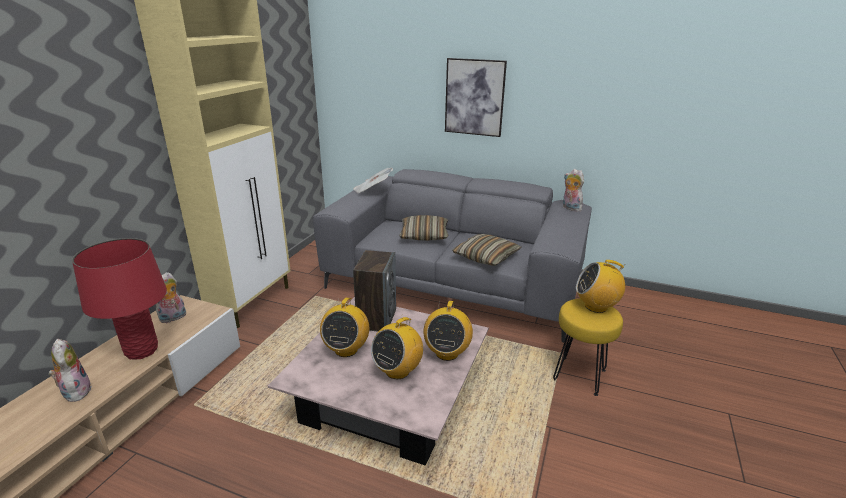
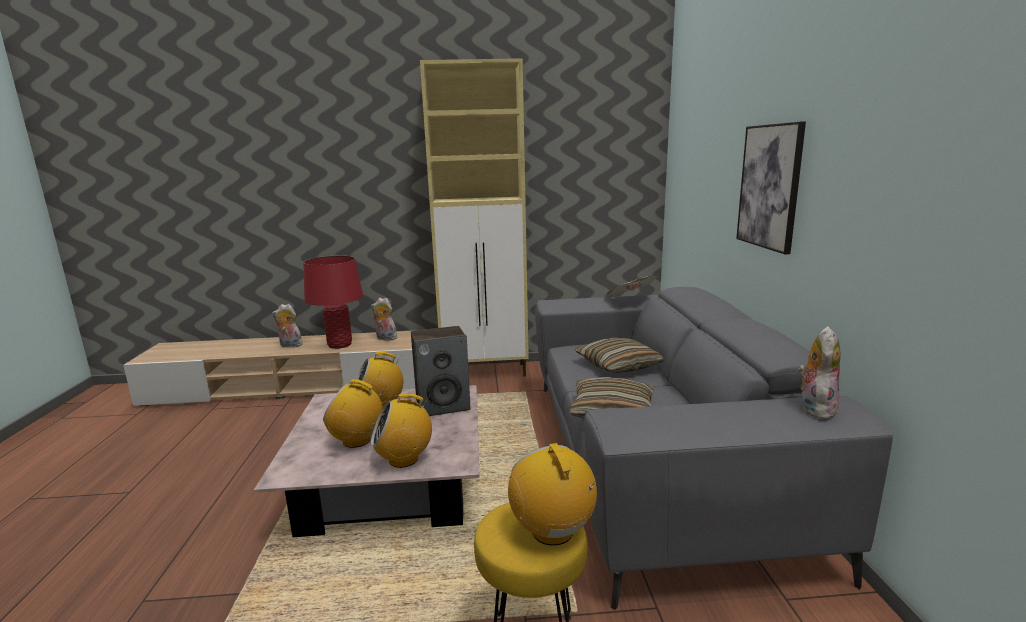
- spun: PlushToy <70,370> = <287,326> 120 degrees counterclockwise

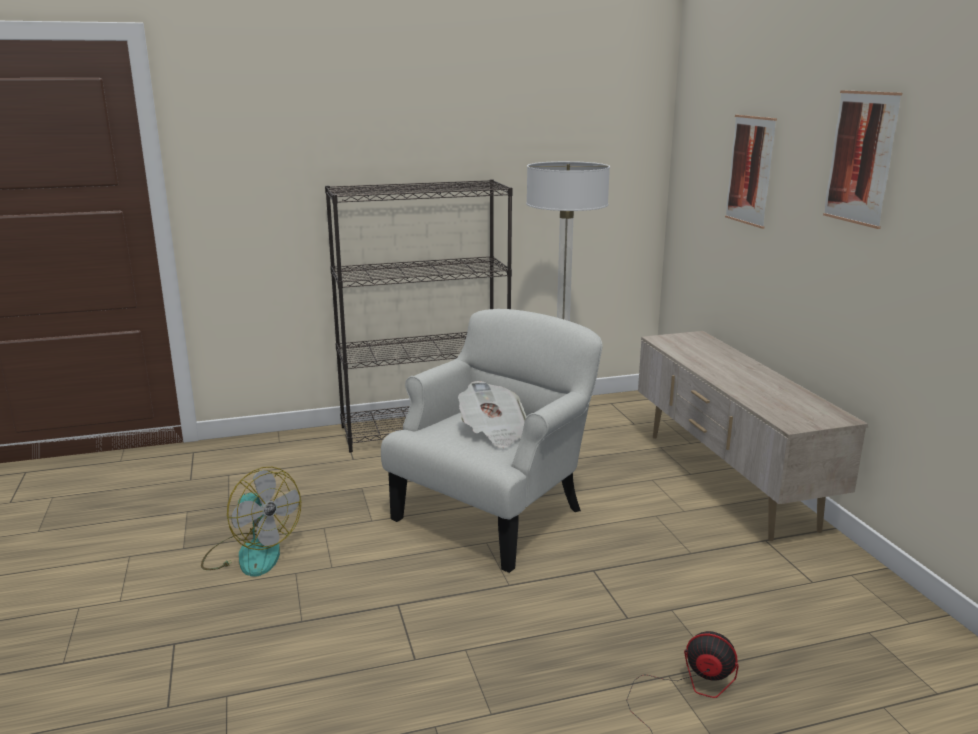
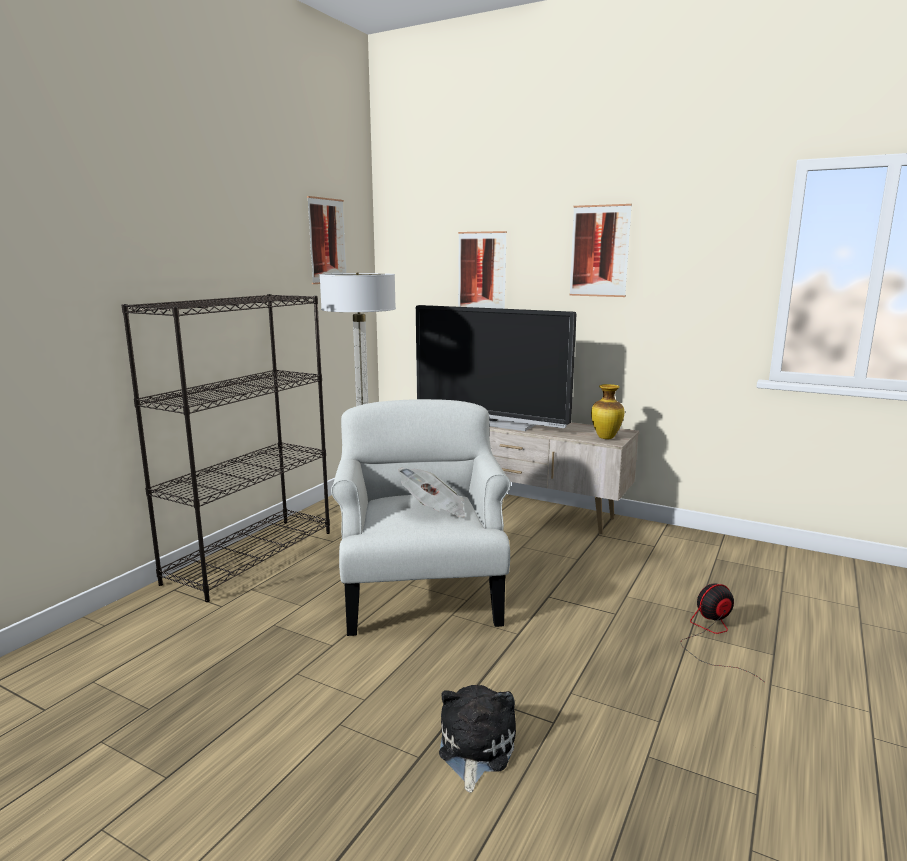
- appeared: Picture <326,240>
- appeared: Television <496,368>
- appeared: PlushToy <477,739>
- appeared: Vase <607,411>
- missing: Fan <251,522>

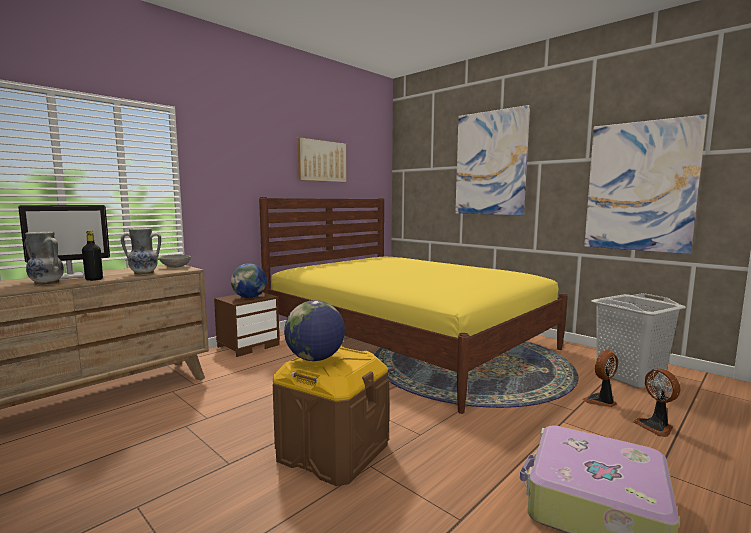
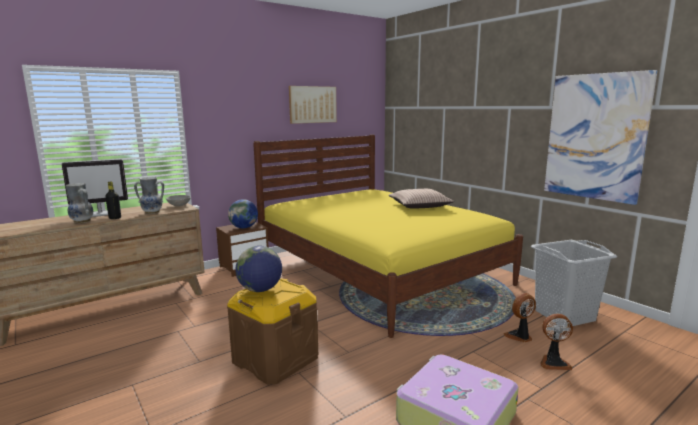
- appeared: Pillow <421,199>
- spun: Fan <656,402> = <557,342> 75 degrees counterclockwise
- missing: Picture <492,160>

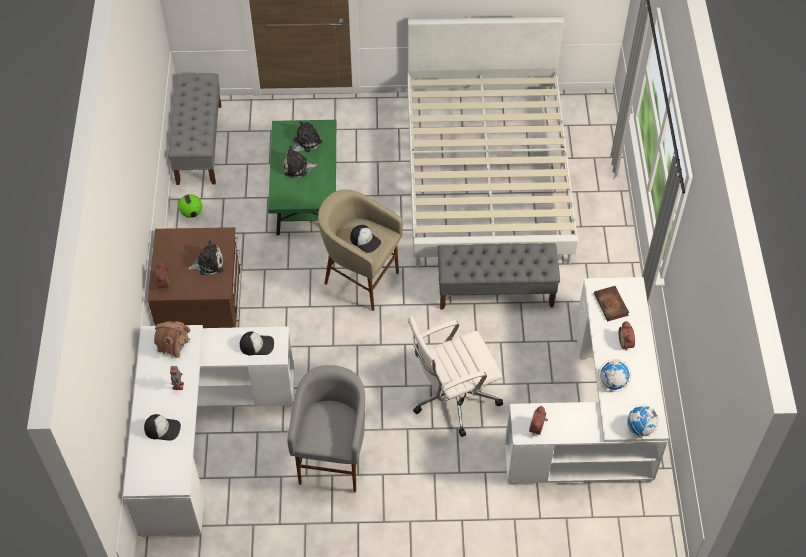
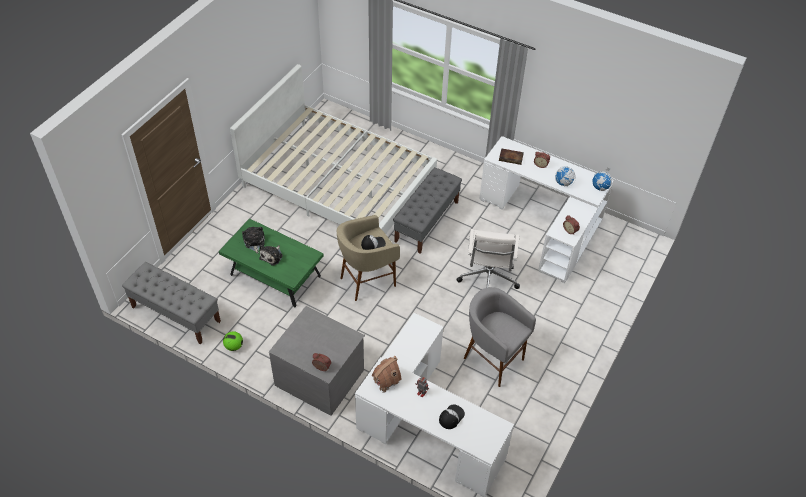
- colour: BrownDresser <195,277> to GreyDresser <317,361>
- missing: PlushToy <206,257>
- missing: Cap <257,344>

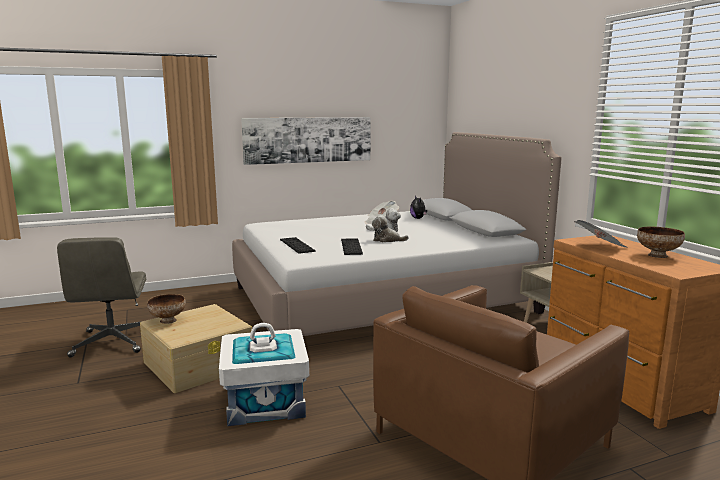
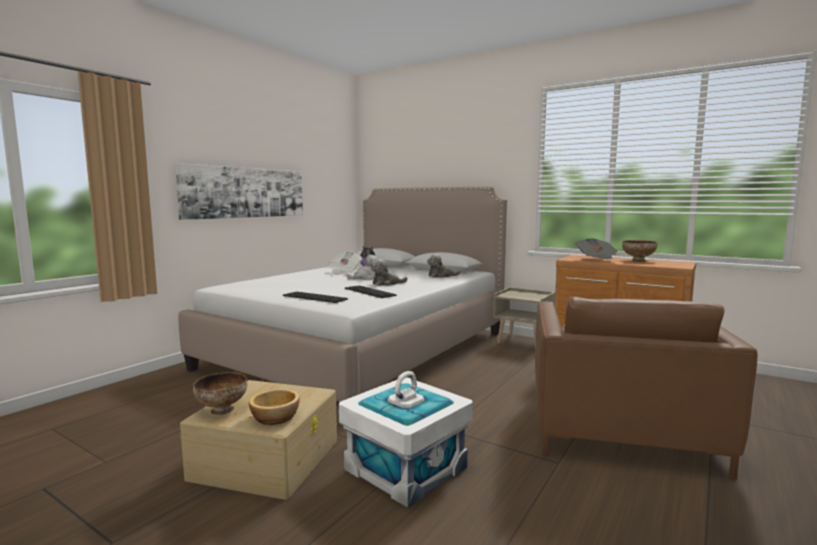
- appeared: Bowl <274,407>
- appeared: PlushToy <444,266>
- missing: GreyOfficeChair <101,297>

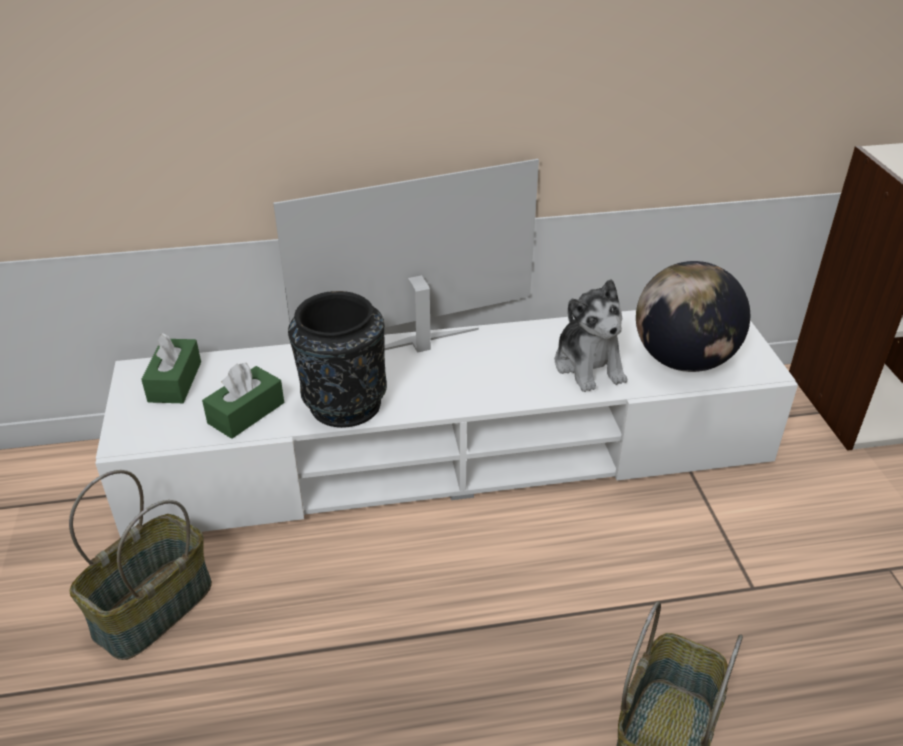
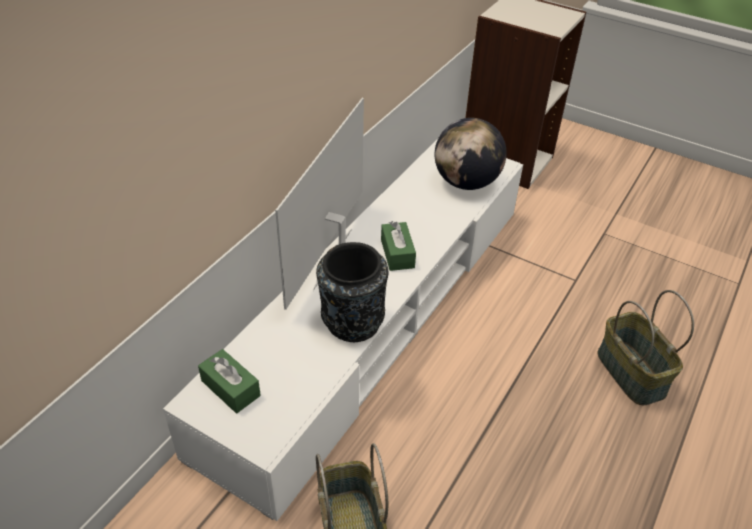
- relocated: GreenTissueBox <243,401> to <398,246>
- missing: PlushToy <591,335>

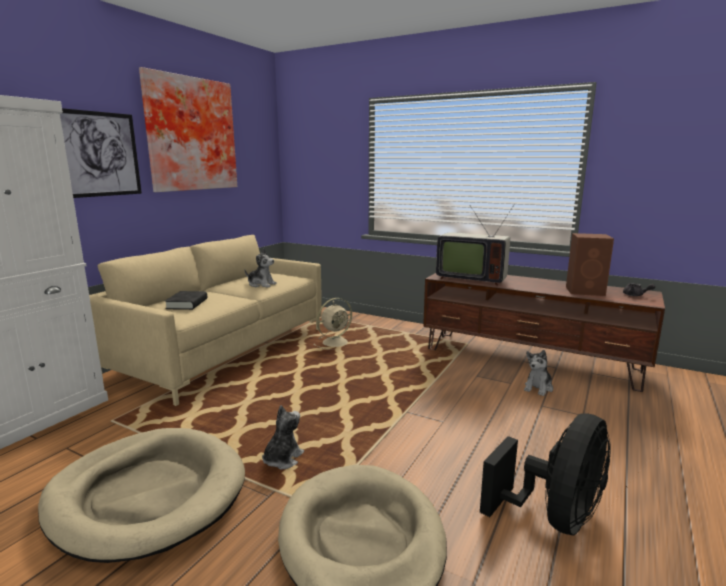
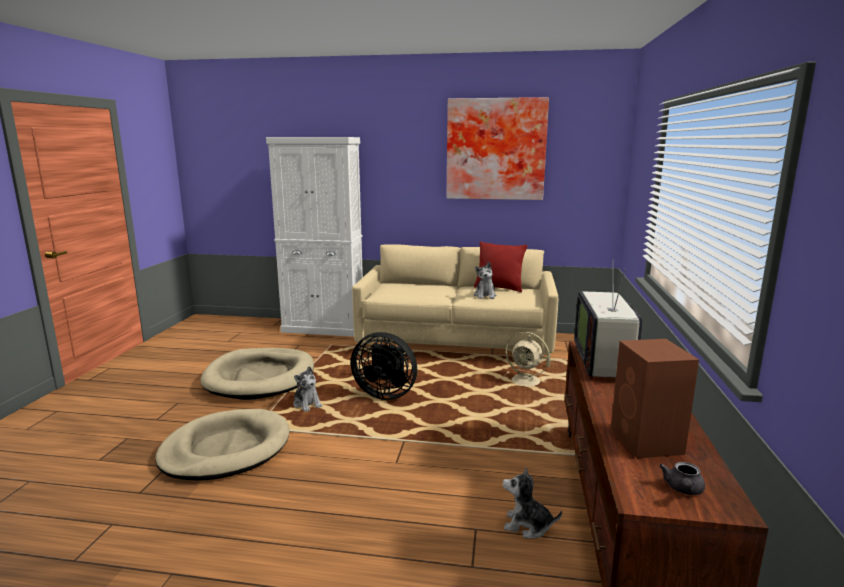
- spun: PlushToy <283,437> = <308,389> 45 degrees clockwise
- relocated: BlackFan <545,474> to <384,366>
- appeared: RedPillow <500,267>
- missing: Picture <101,153>
- missing: BlackBook <186,300>

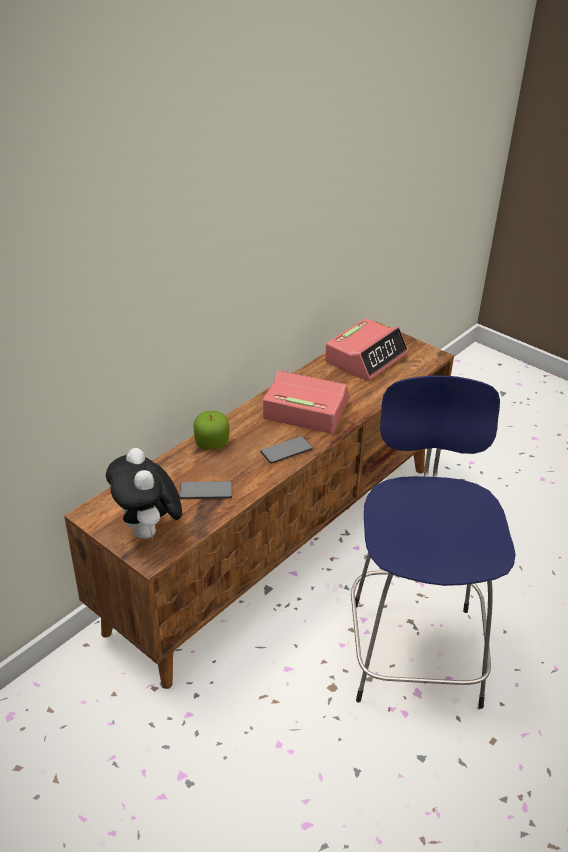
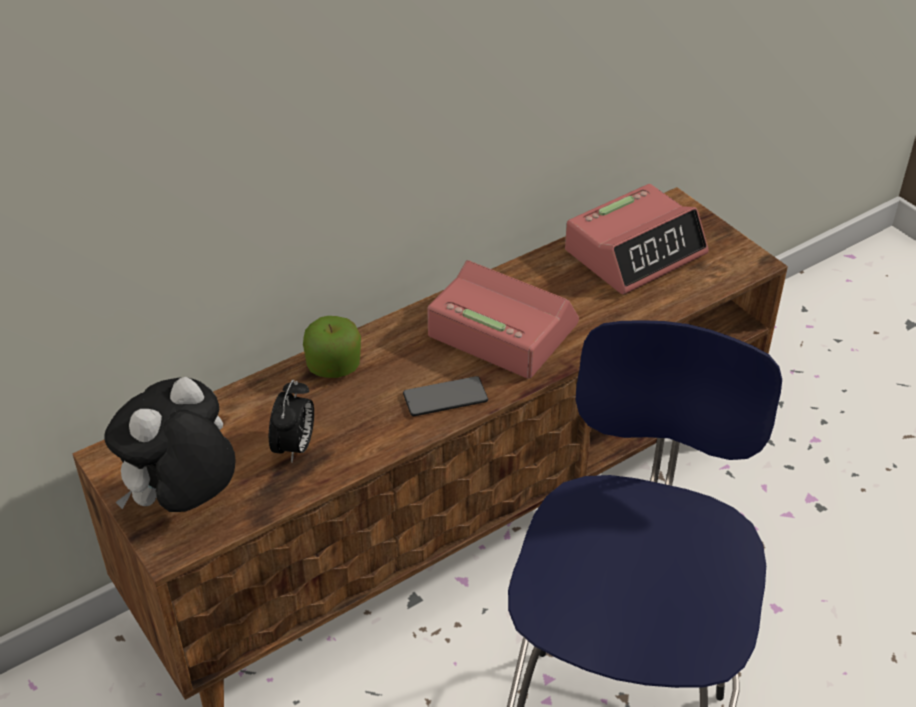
- spun: PlushToy <144,494> = <170,444> 45 degrees clockwise
- exchanged: Phone <205,490> to AlarmClock <291,421>

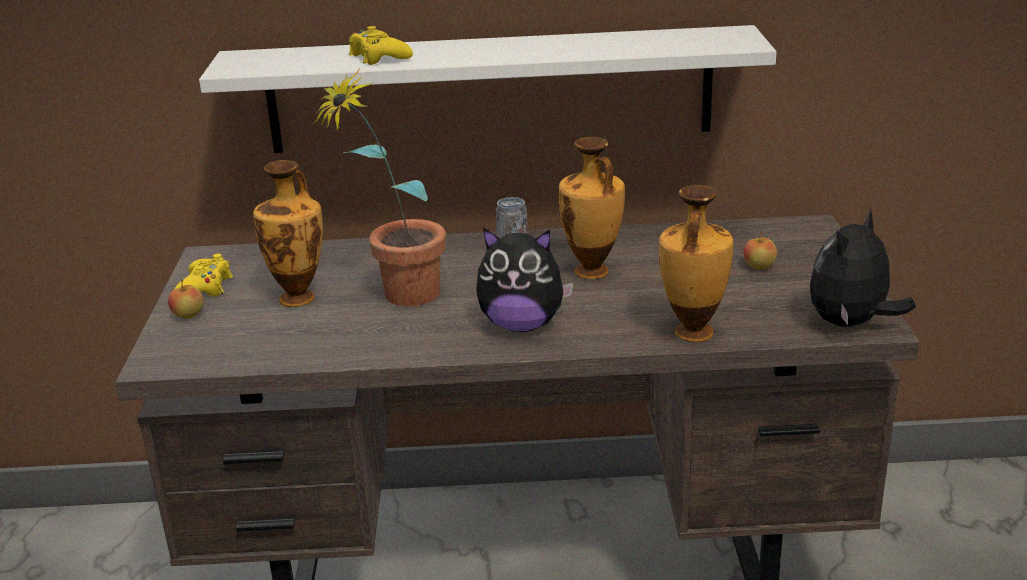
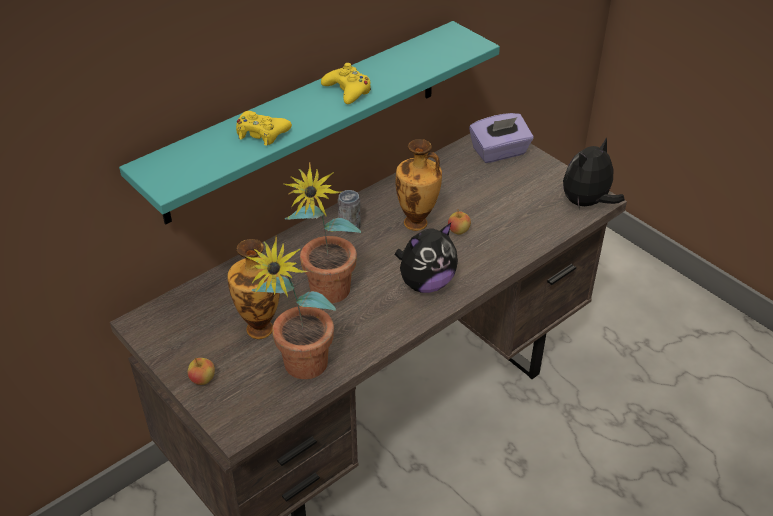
- colour: WhiteShelf <487,89> to TurquoiseShelf <309,122>
- appeared: PottedPlant <291,307>
- relocated: YellowGameController <204,275> to <346,83>
- relocated: Apple <760,251> to <459,222>
- appeared: PurpleTissueBox <501,138>
- spun: PlushToy <863,267> = <594,171> 45 degrees clockwise
- missing: Vase <696,263>

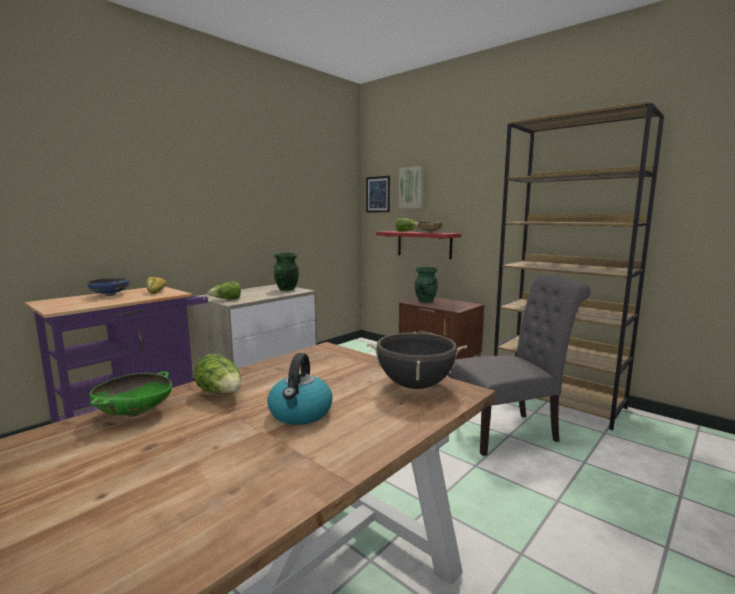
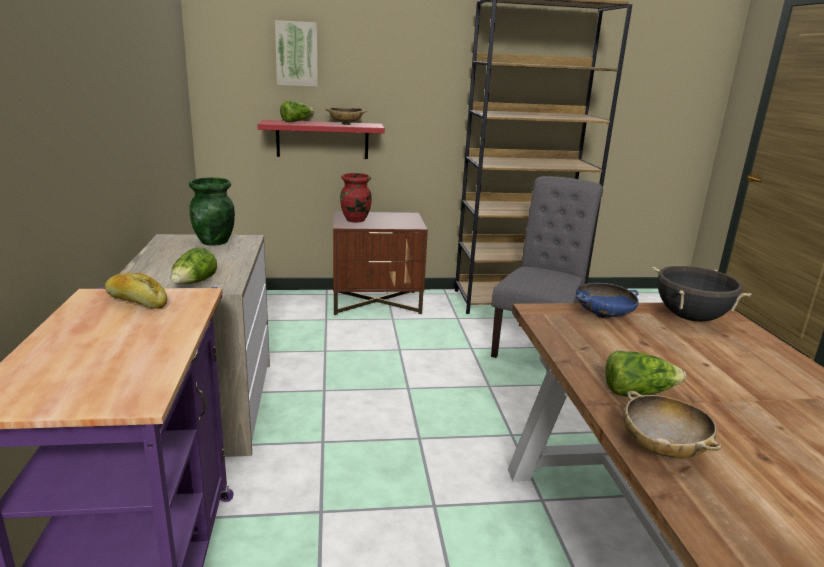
- colour: GreenVase <426,284> to RedVase <356,198>
- relocated: BlueBowl <108,287> to <607,300>
- colour: GreenBowl <131,394> to BeigeBowl <672,424>
- missing: Kettle <300,389>
- missing: Picture <378,194>

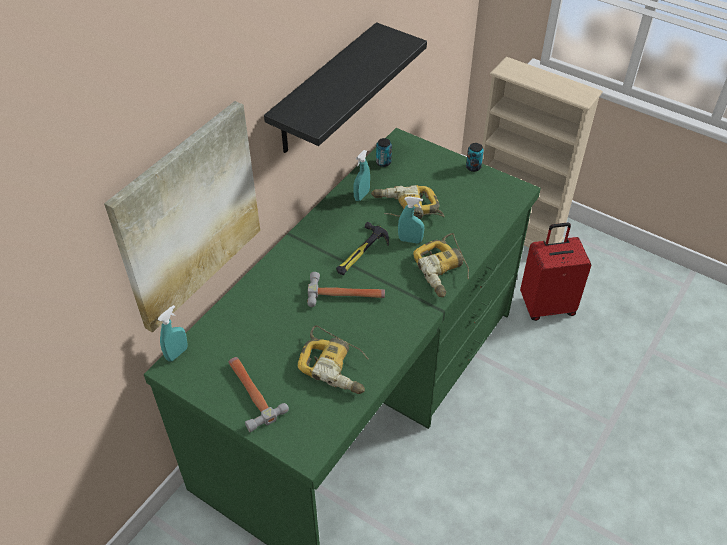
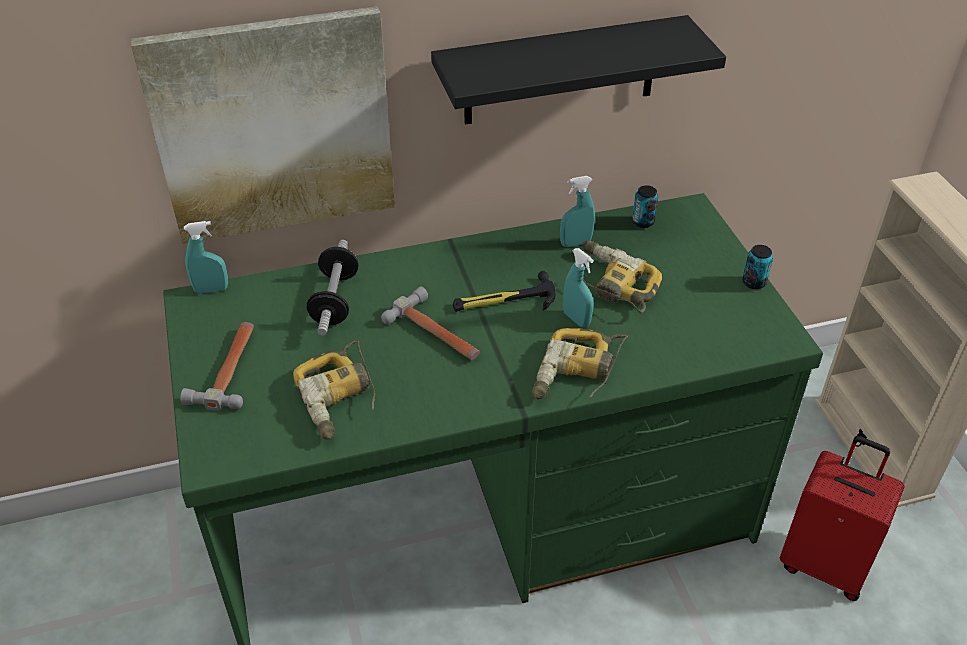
- appeared: Dumbbell <333,287>

